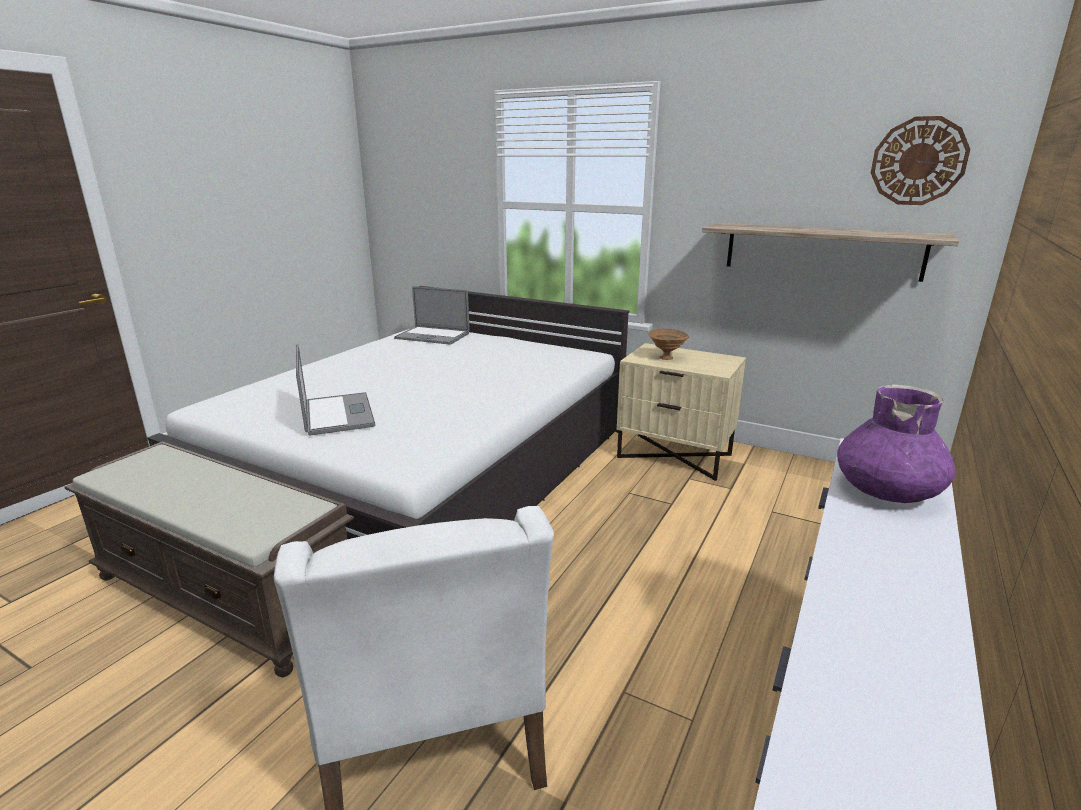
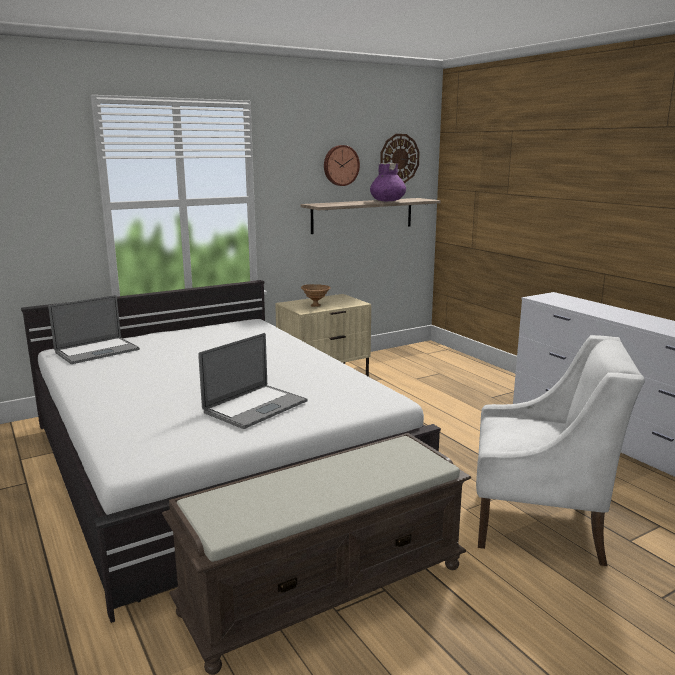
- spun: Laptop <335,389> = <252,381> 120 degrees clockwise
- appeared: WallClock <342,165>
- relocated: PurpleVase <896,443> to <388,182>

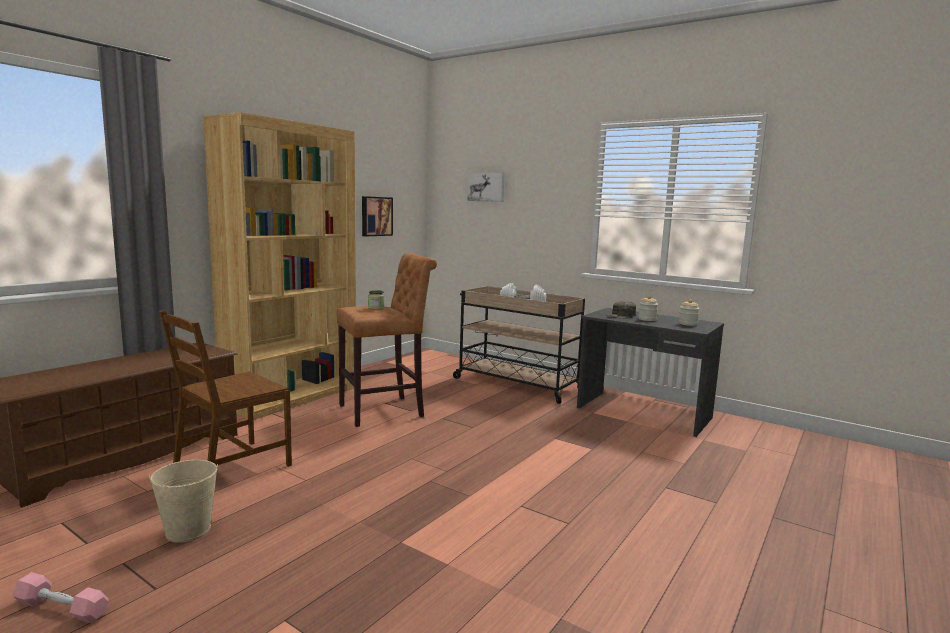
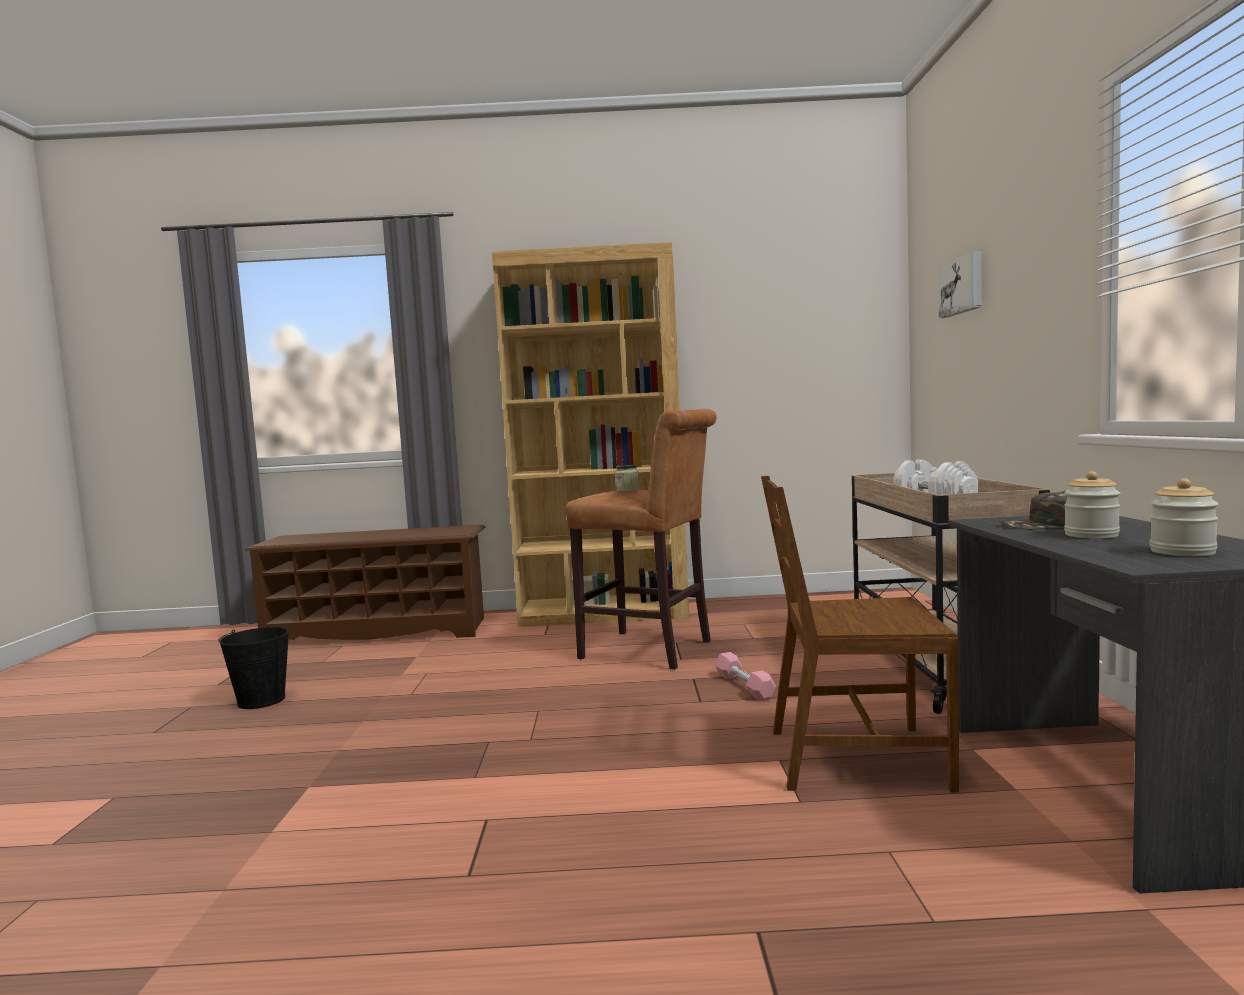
- colour: BeigeBucket <183,501> to BlackBucket <253,668>
- relocated: PinkDumbbell <60,597> to <745,676>
- relocated: BrownChair <225,389> to <860,634>
- missing: Picture <377,216>

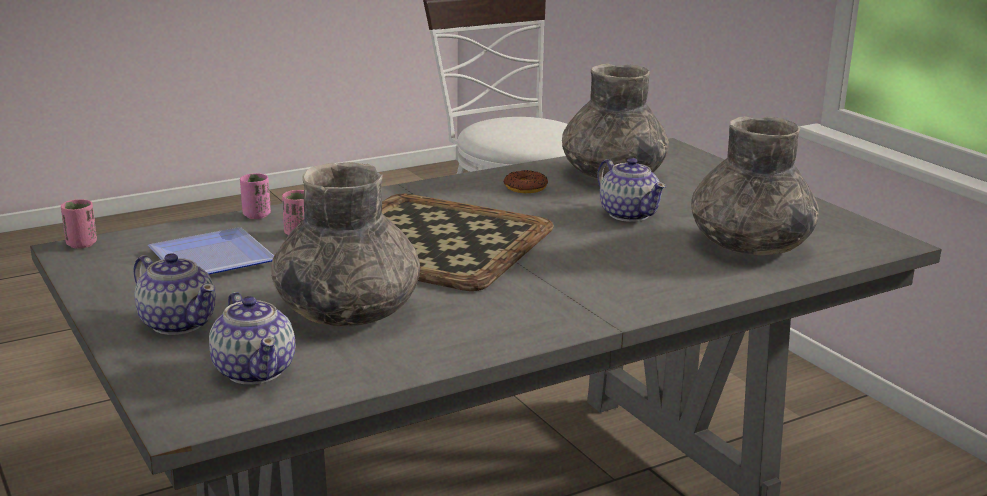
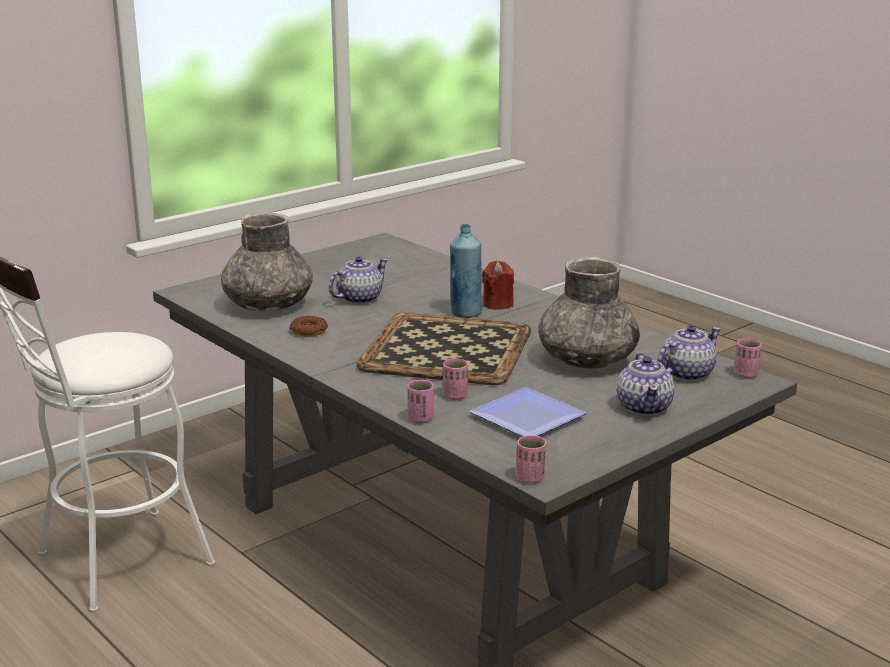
- appeared: BlueBottle <466,271>
- appeared: RedCandle <498,285>
- spun: Teapot <175,294> = <645,384> 150 degrees clockwise
- appeared: PinkCup <748,358>
- missing: GreyVase <755,186>

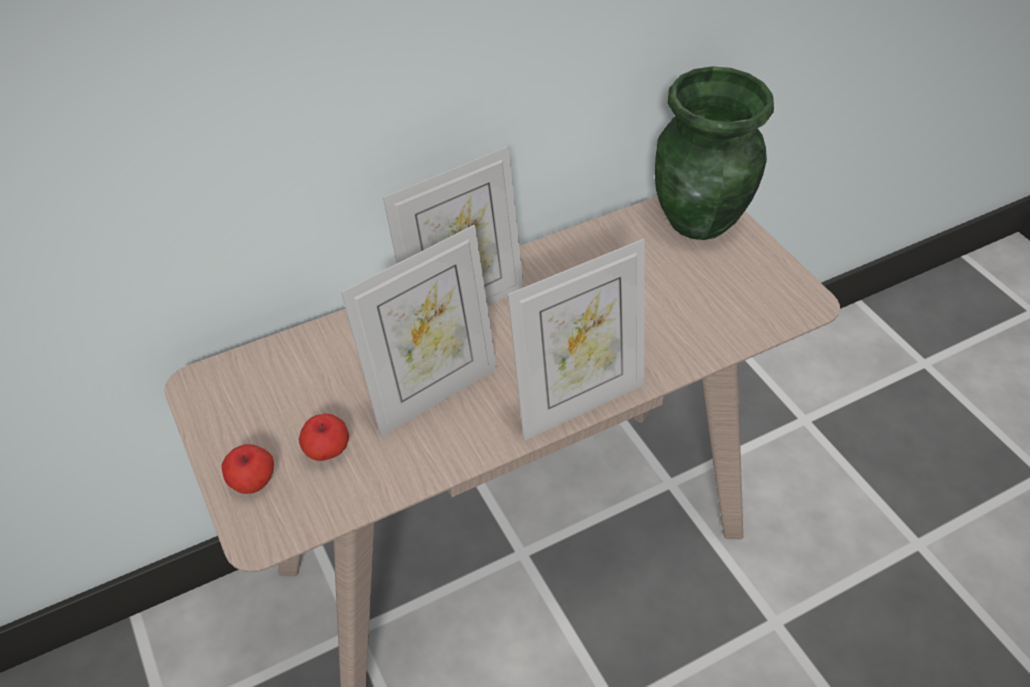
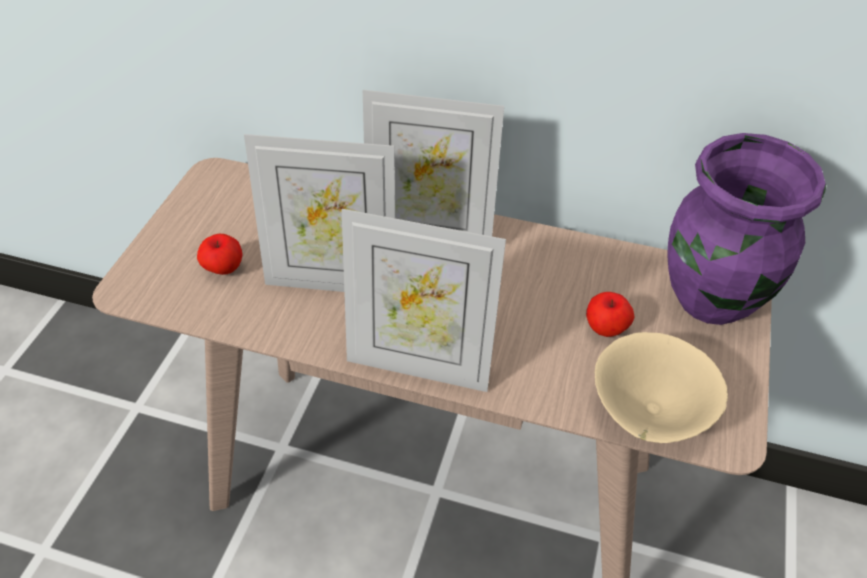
- relocated: Apple <248,469> to <610,314>
- appeared: BeigeBowl <661,387>
- colour: GreenVase <714,153> to PurpleVase <747,229>

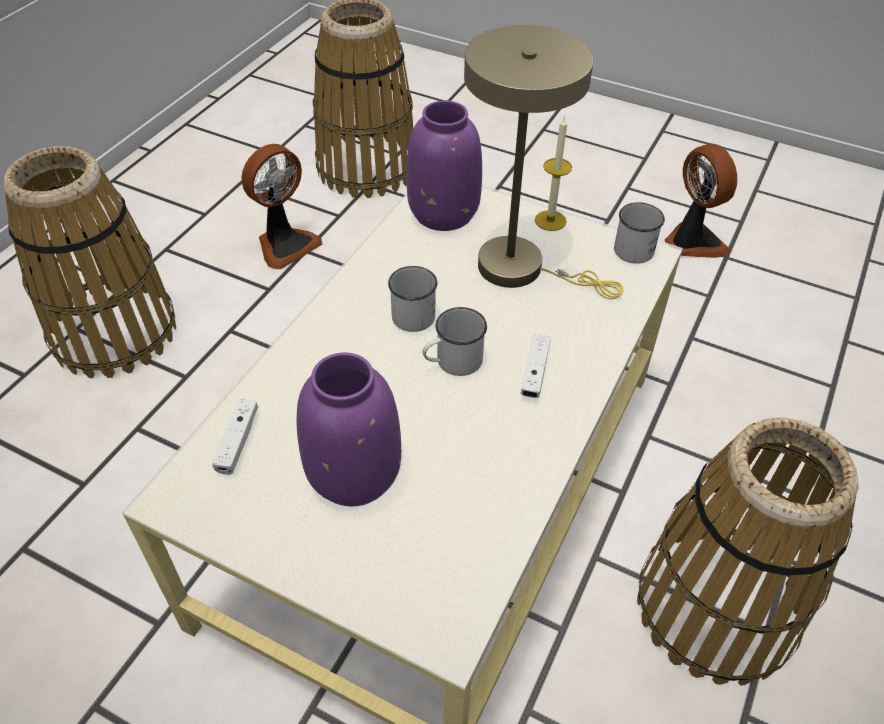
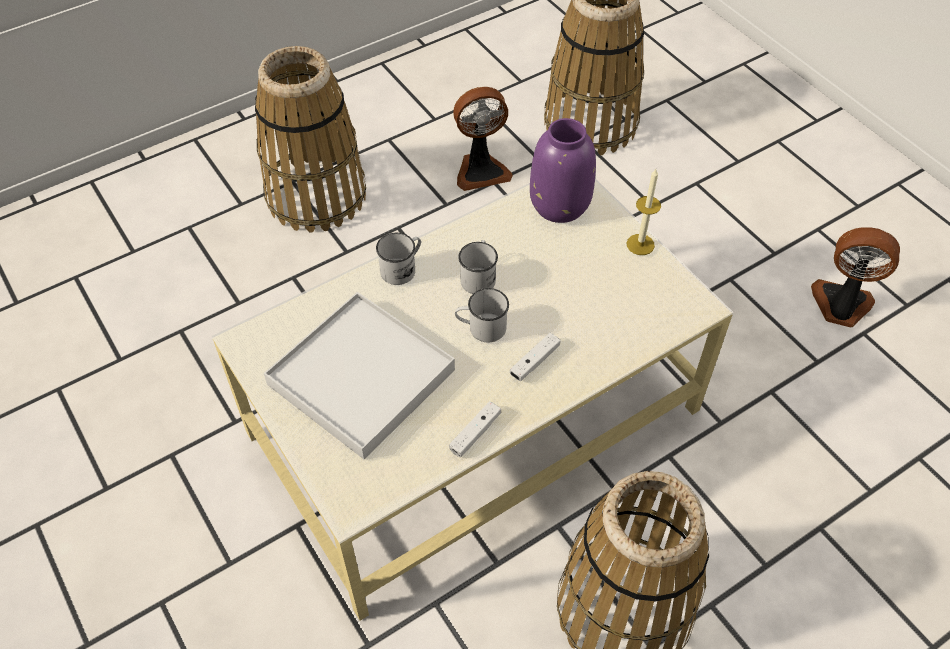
- exchanged: PurpleVase <349,429> to WhiteTray <359,375>
- relocated: WhiteMug <639,233> to <398,259>
- relocated: WhiteGameController <235,437> to <475,429>
- spun: Fan <701,201> = <855,277> 75 degrees counterclockwise
- missing: BeigeTableLamp <544,162>

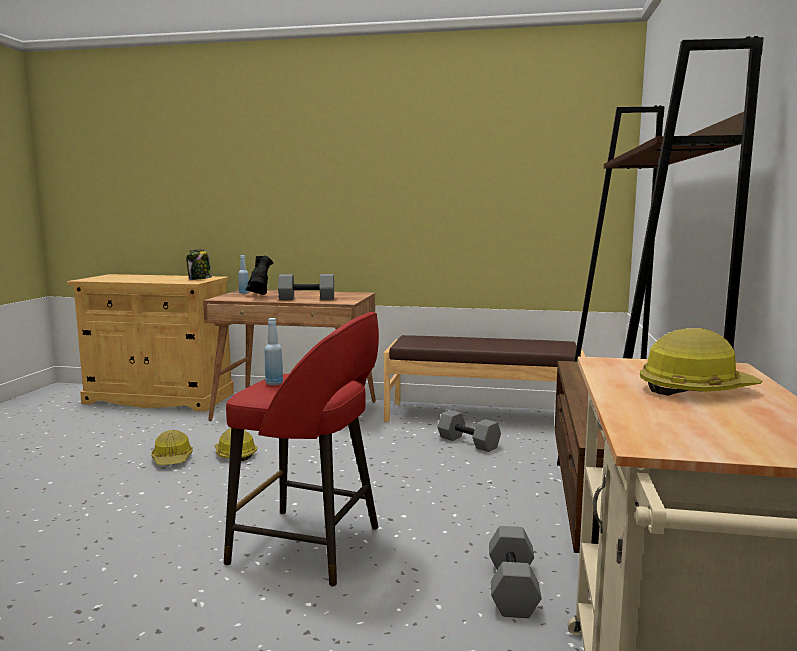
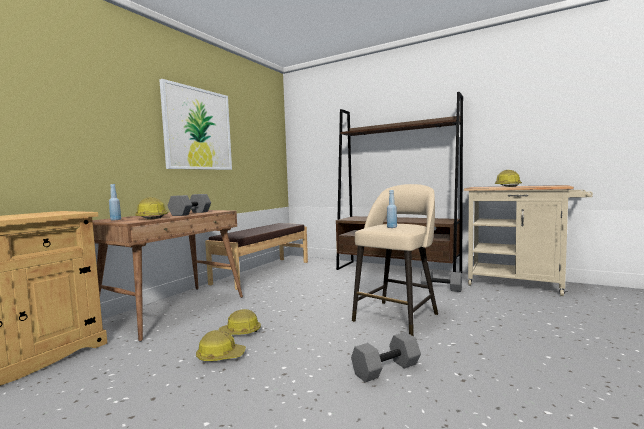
- exchanged: BlackBoot <260,275> to HardHat <151,208>
- appeared: Picture <195,124>
- relocated: GreyDumbbell <469,431> to <386,357>
- colour: RedStool <301,449> to BeigeStool <395,260>
- missing: Jar <199,264>

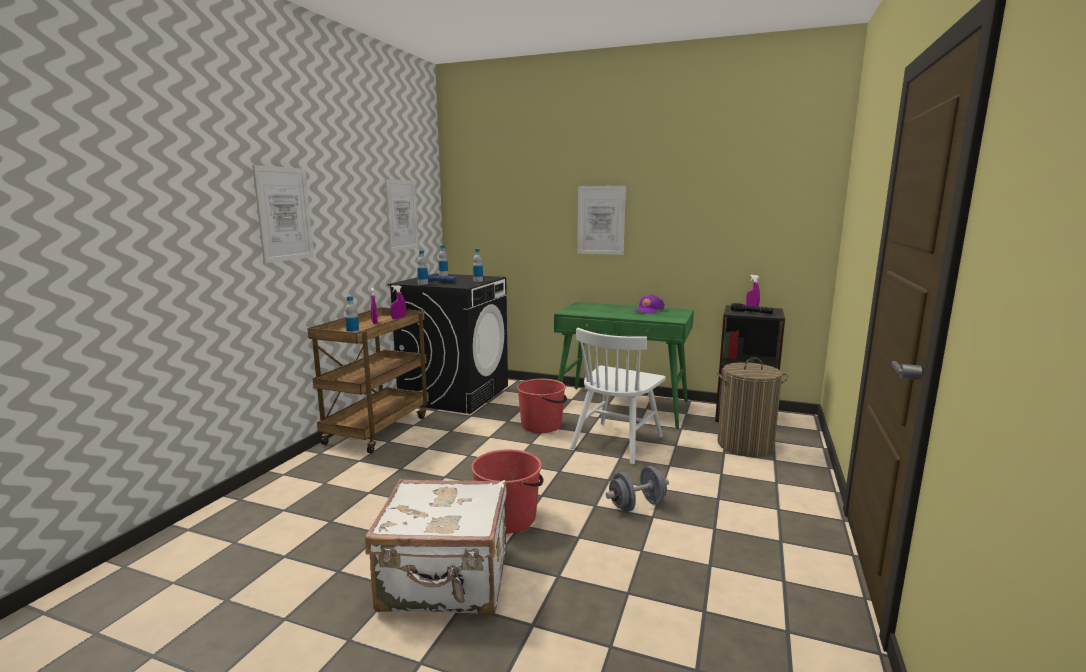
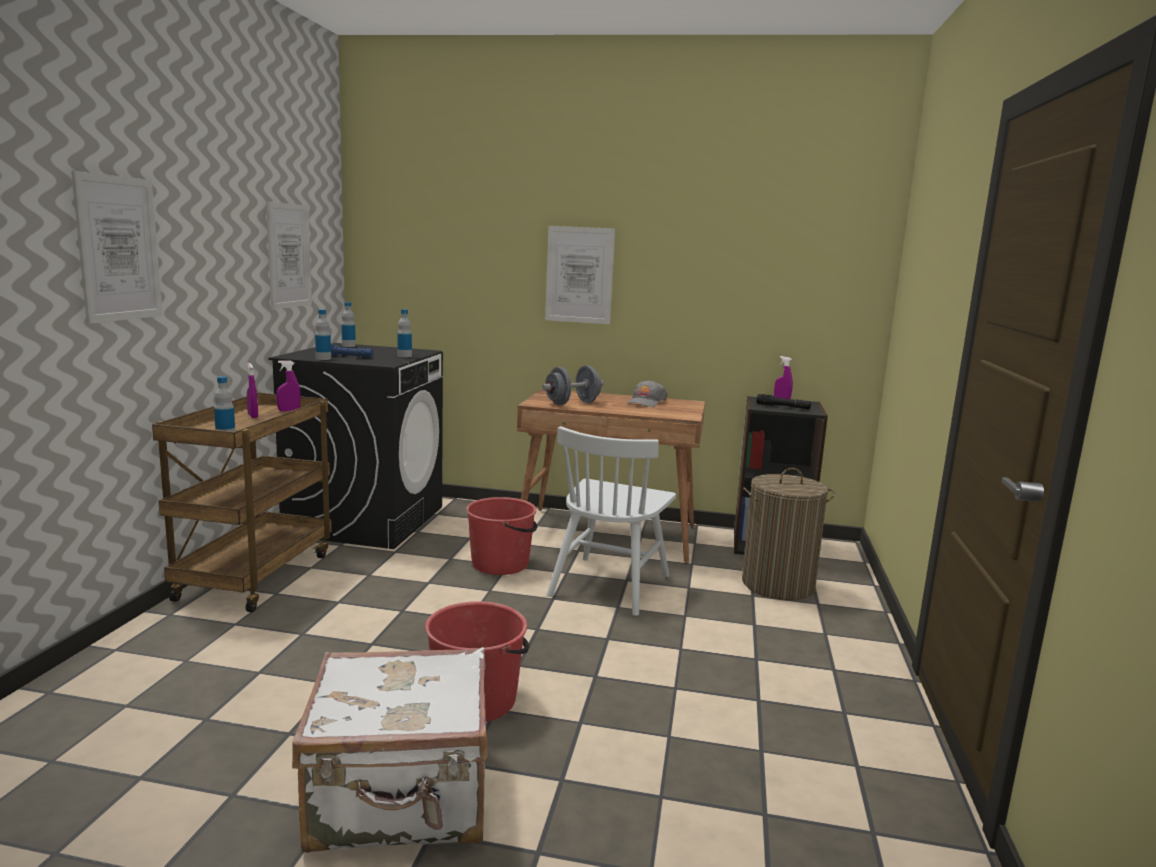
- colour: GreenDesk <624,365> to BrownDesk <611,476>
- relocated: GreyDumbbell <637,489> to <573,385>
- colour: PurpleCap <650,304> to GreyCap <647,393>

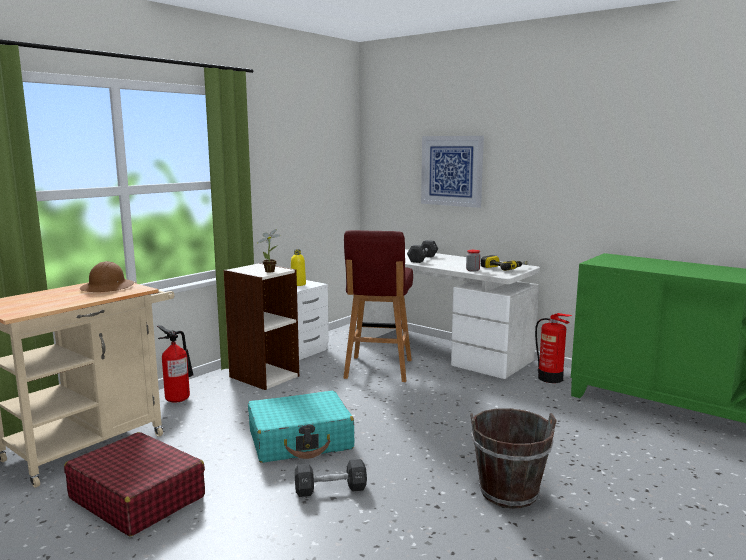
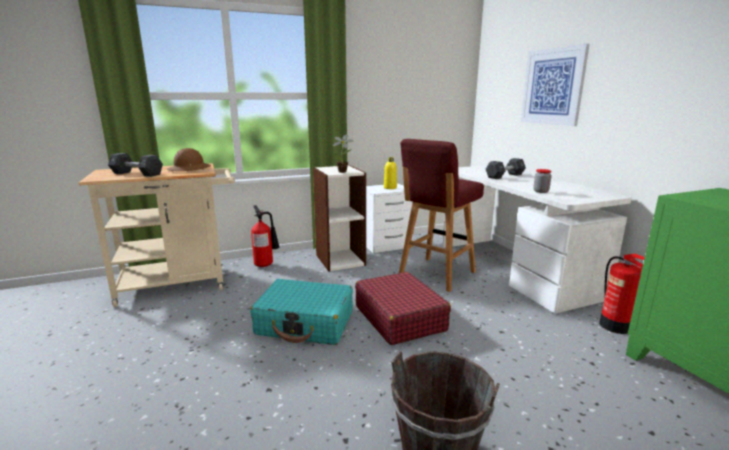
- relocated: BlackDumbbell <331,478> to <135,165>
- relocated: RedSuitcase <134,484> to <403,308>
- missing: PowerDrill <504,263>

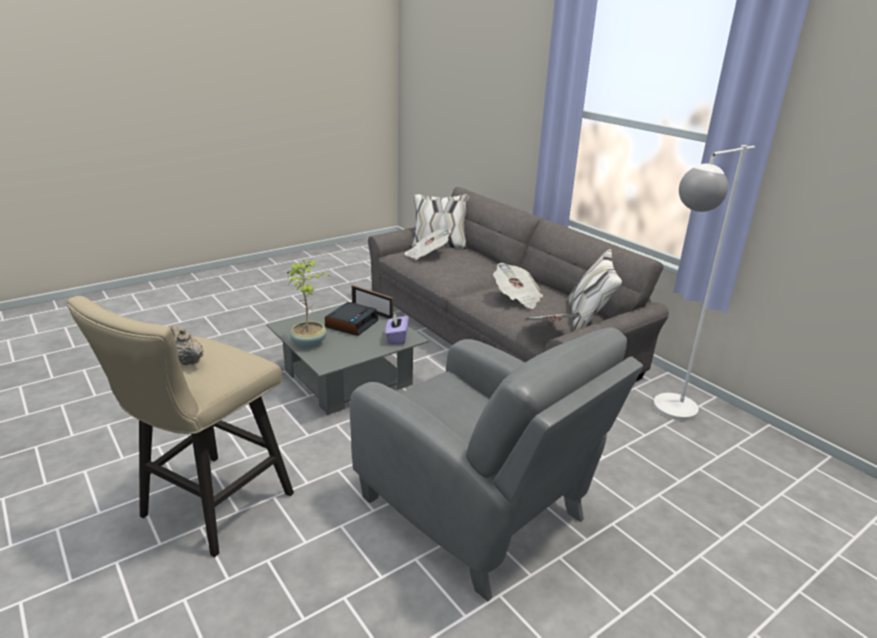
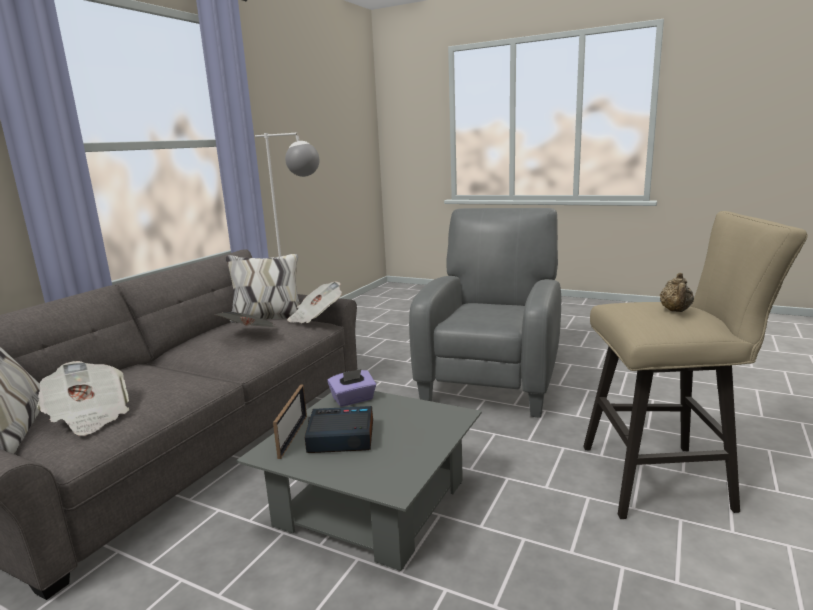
- missing: PottedPlant <308,303>

